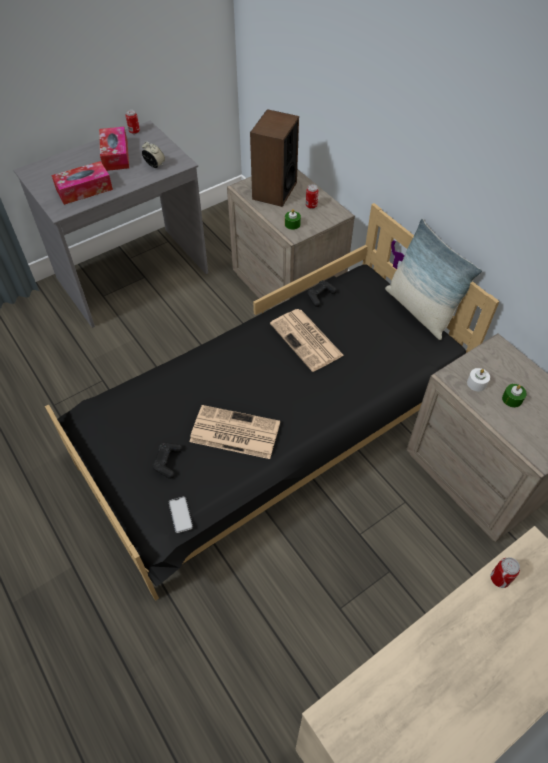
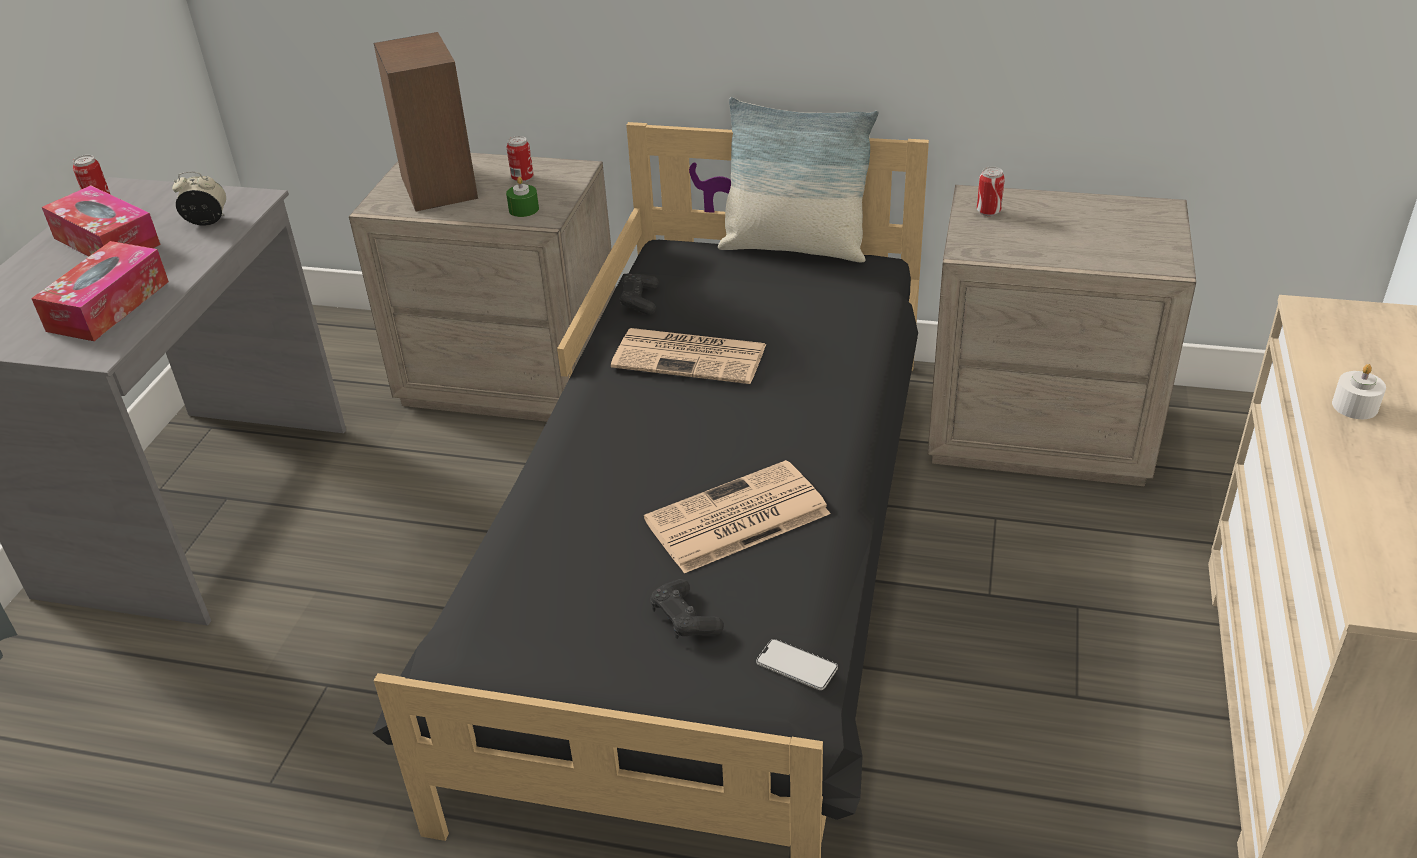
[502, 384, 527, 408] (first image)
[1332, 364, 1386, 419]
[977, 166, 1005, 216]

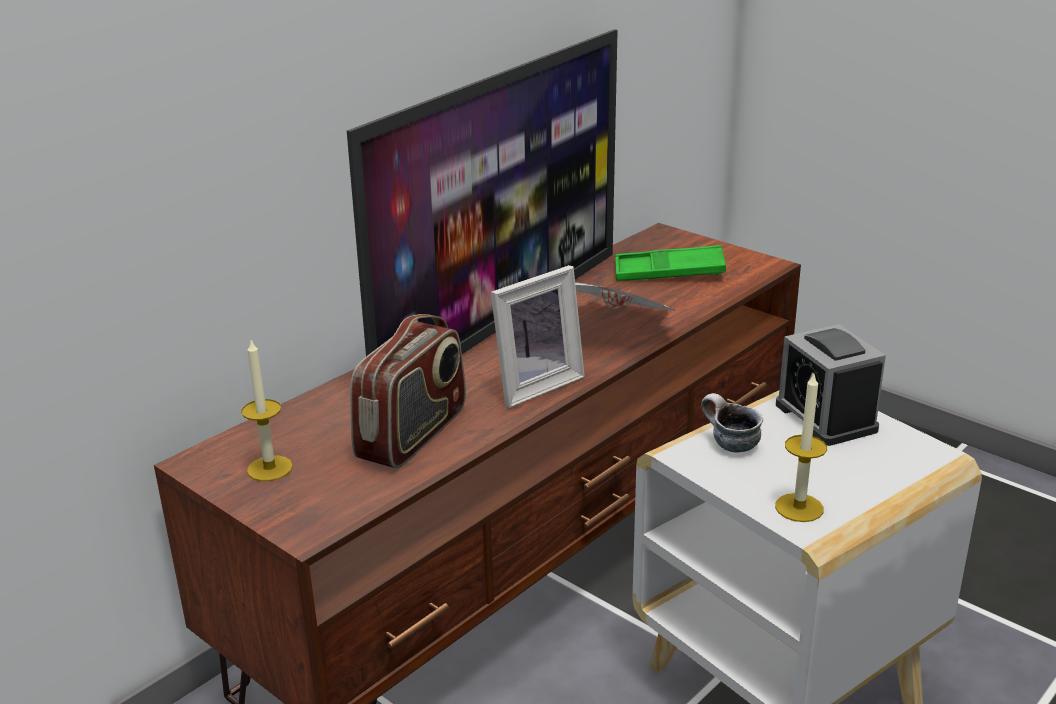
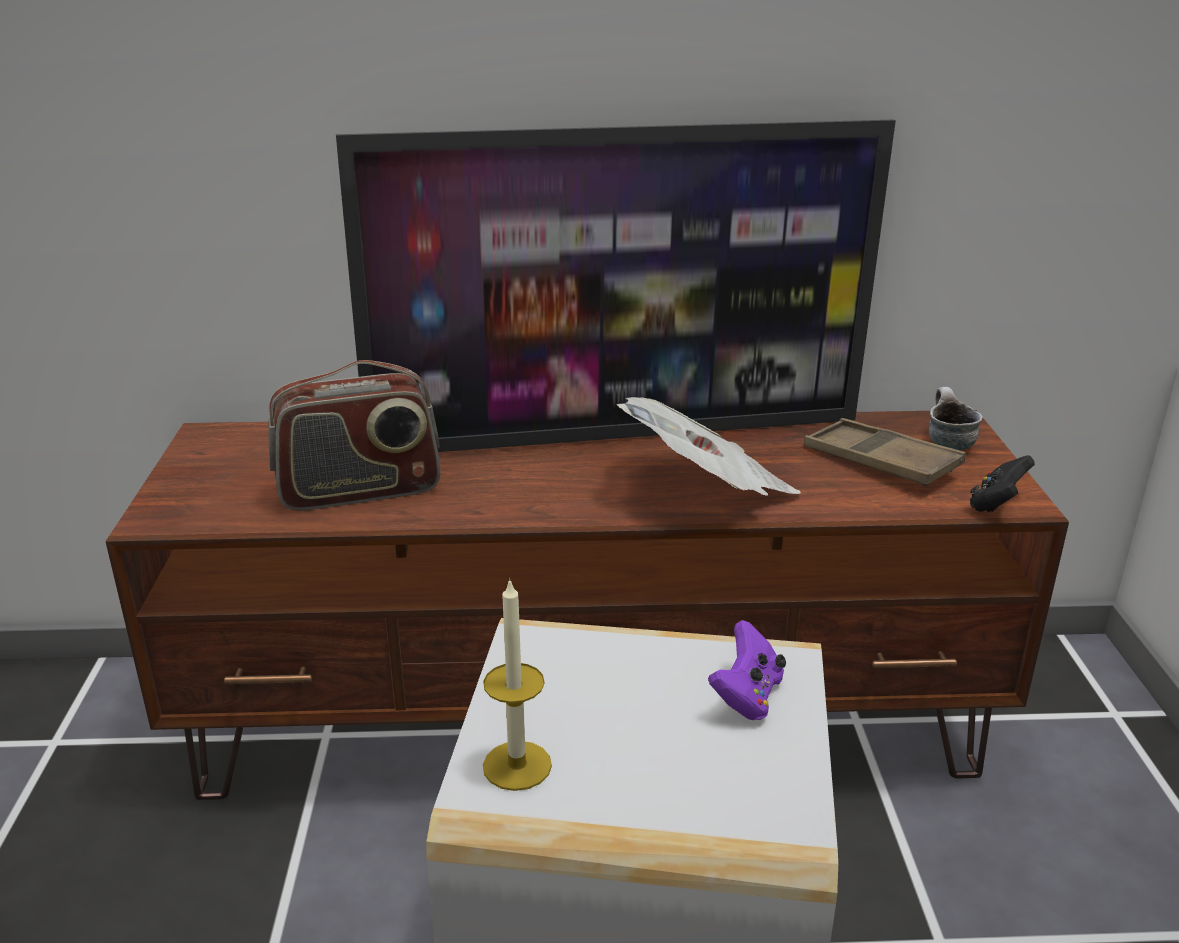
[241, 340, 293, 481] (first image)
[491, 265, 585, 408] (first image)
[970, 455, 1035, 513]
[929, 387, 983, 450]
[708, 620, 786, 720]
[804, 418, 966, 486]

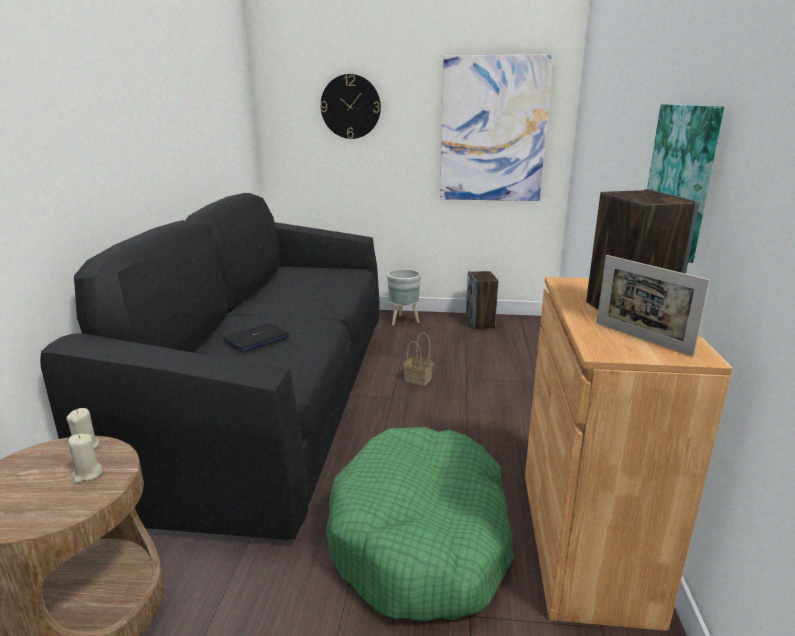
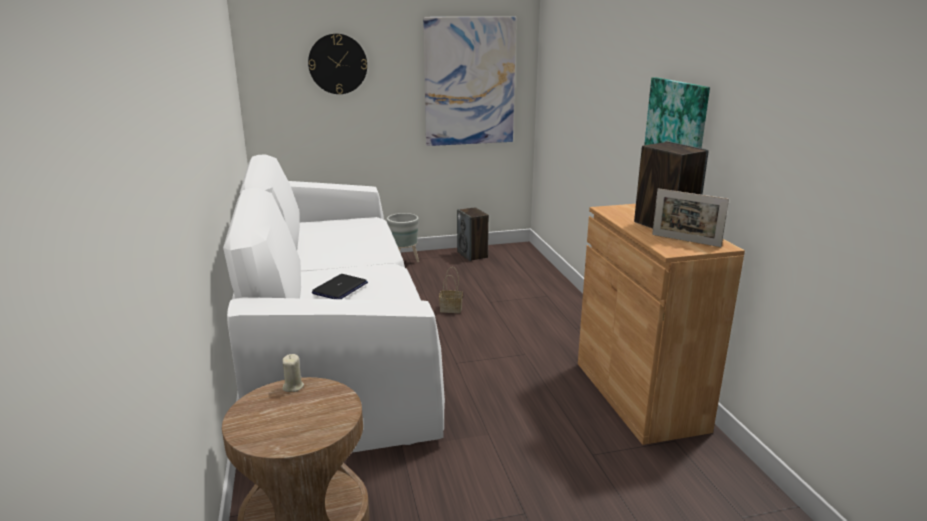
[68, 434, 103, 483] (first image)
[326, 427, 514, 622] (first image)
[223, 155, 445, 453]

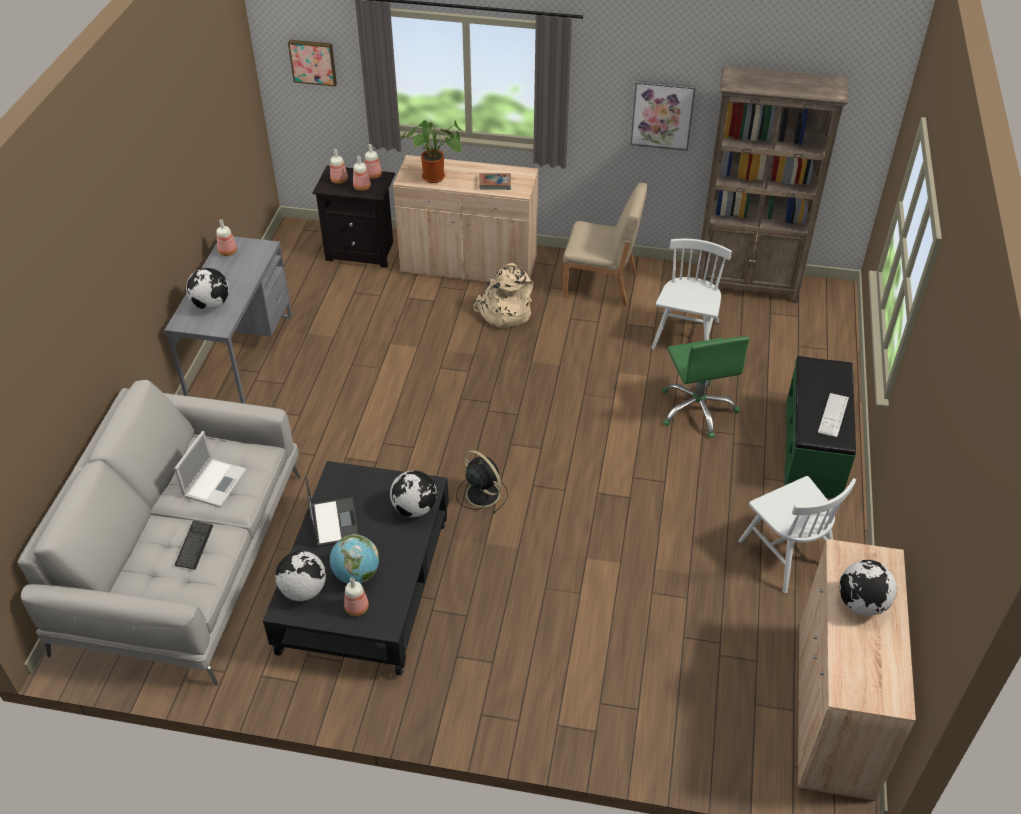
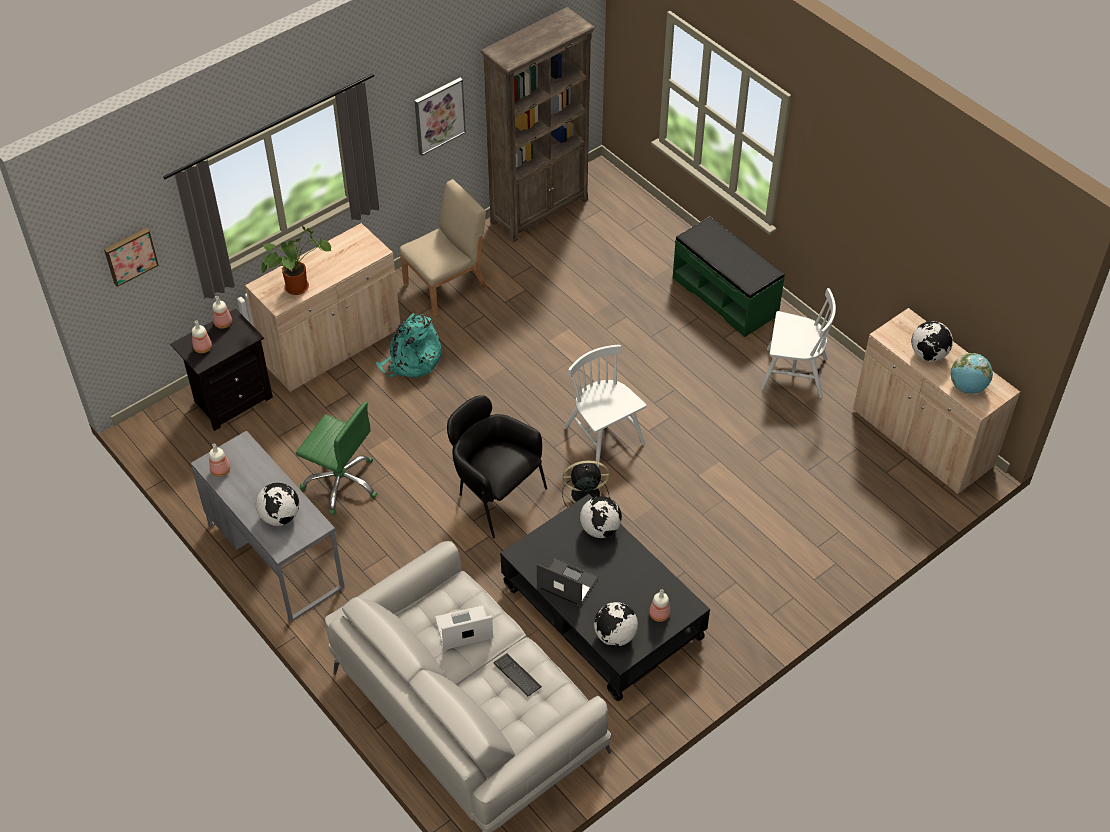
[353, 156, 371, 191] (first image)
[479, 173, 511, 190] (first image)
[818, 393, 849, 437] (first image)
[447, 395, 548, 538]
[951, 353, 993, 394]
[563, 345, 646, 468]
[296, 402, 377, 515]
[375, 313, 441, 378]
[435, 605, 493, 650]

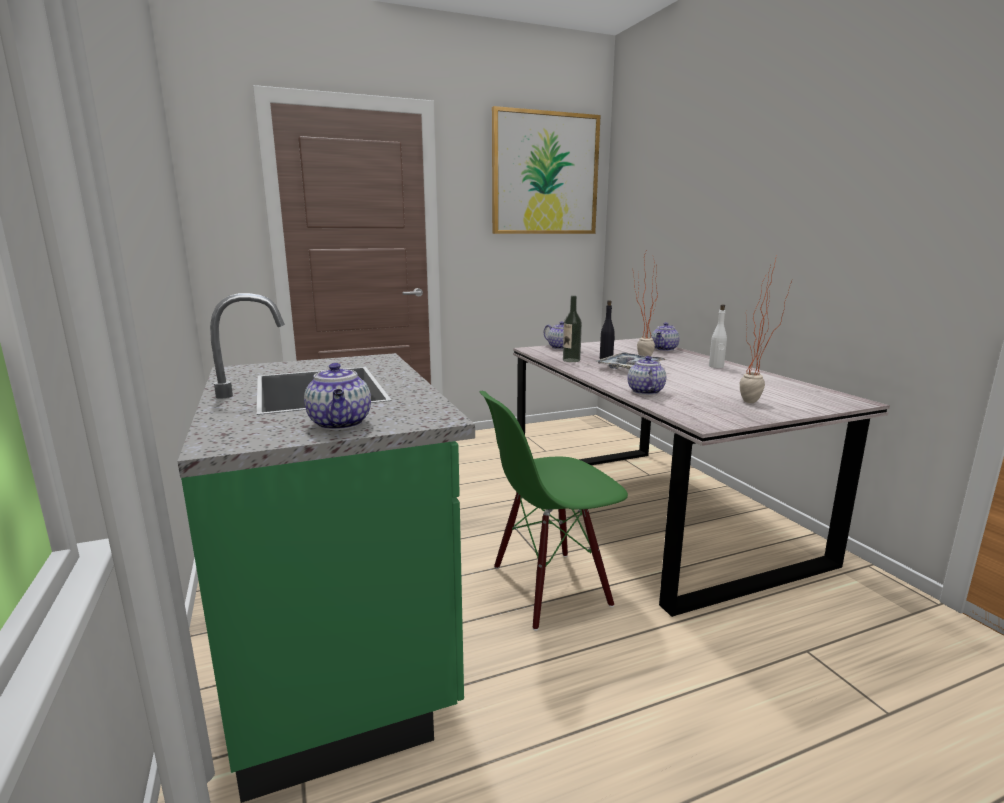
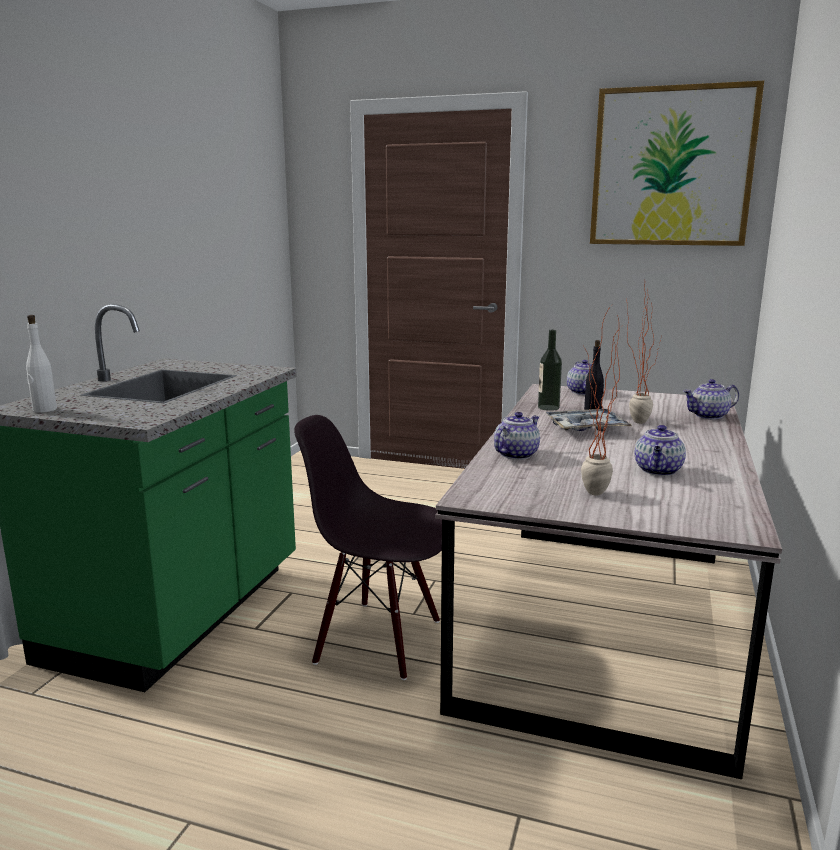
[634, 425, 686, 476]
[26, 315, 57, 413]
[294, 415, 442, 680]

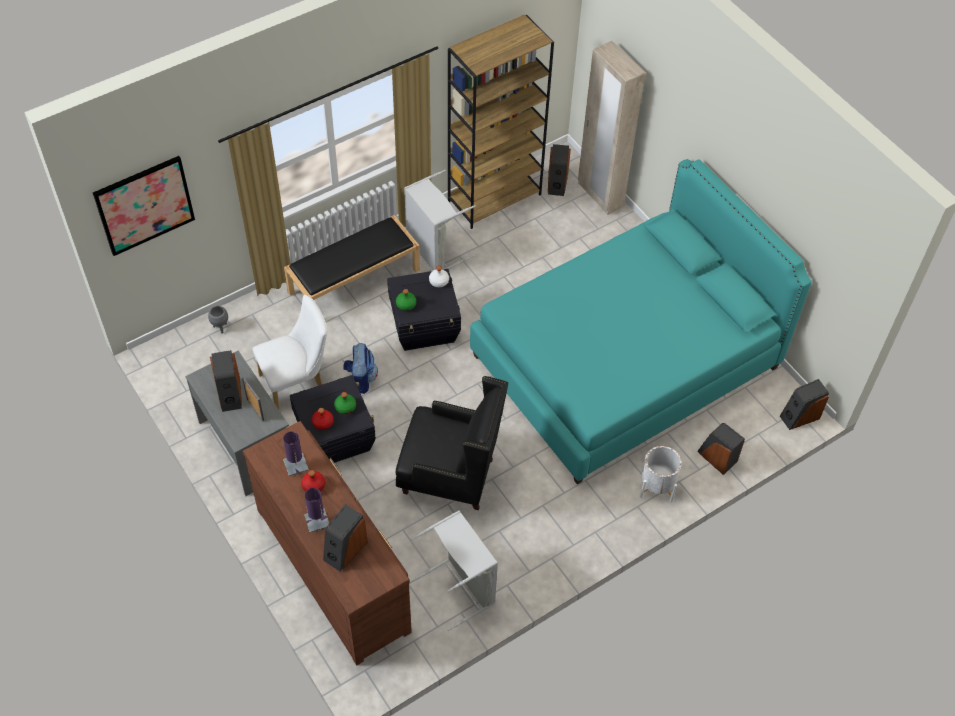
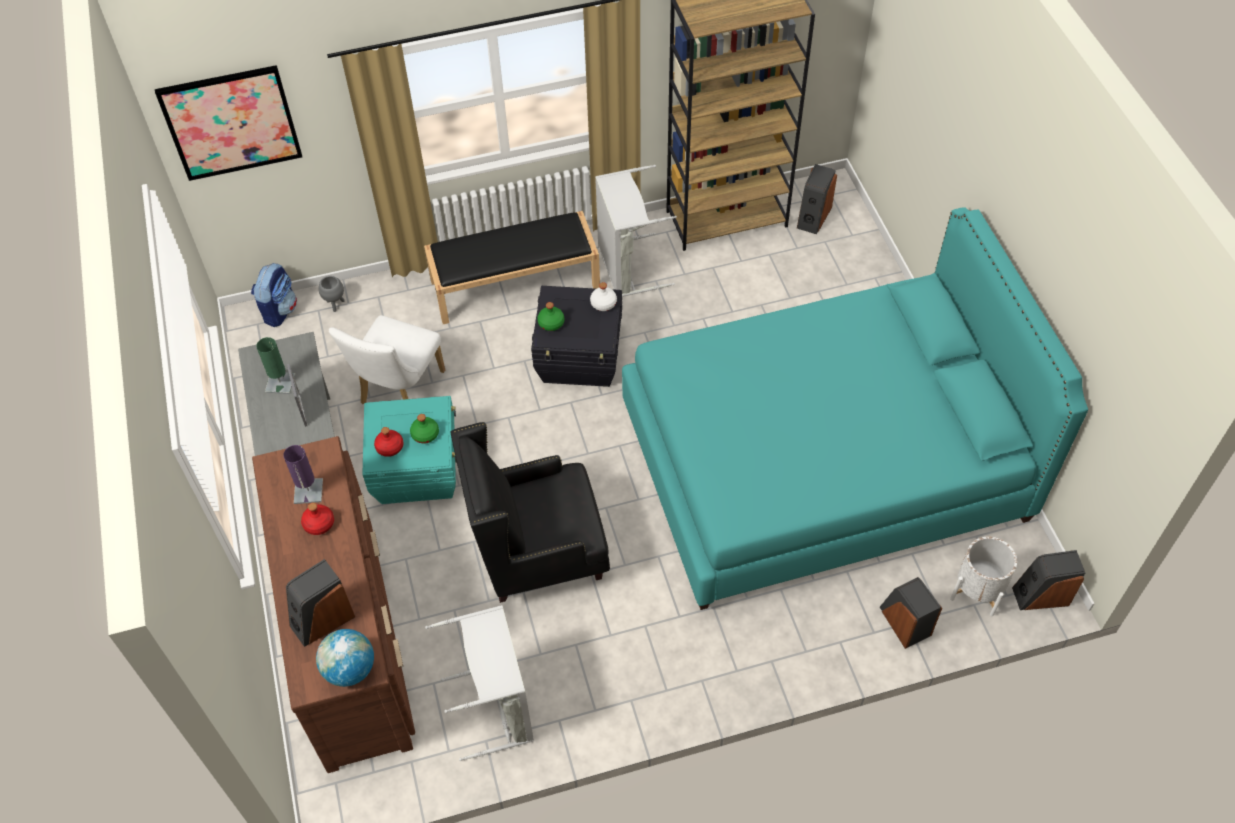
[304, 488, 329, 533] (first image)
[578, 41, 645, 215] (first image)
[316, 629, 374, 687]
[251, 263, 297, 327]
[950, 537, 1017, 616]
[256, 337, 295, 394]
[362, 396, 457, 504]
[329, 315, 445, 404]
[451, 422, 610, 603]

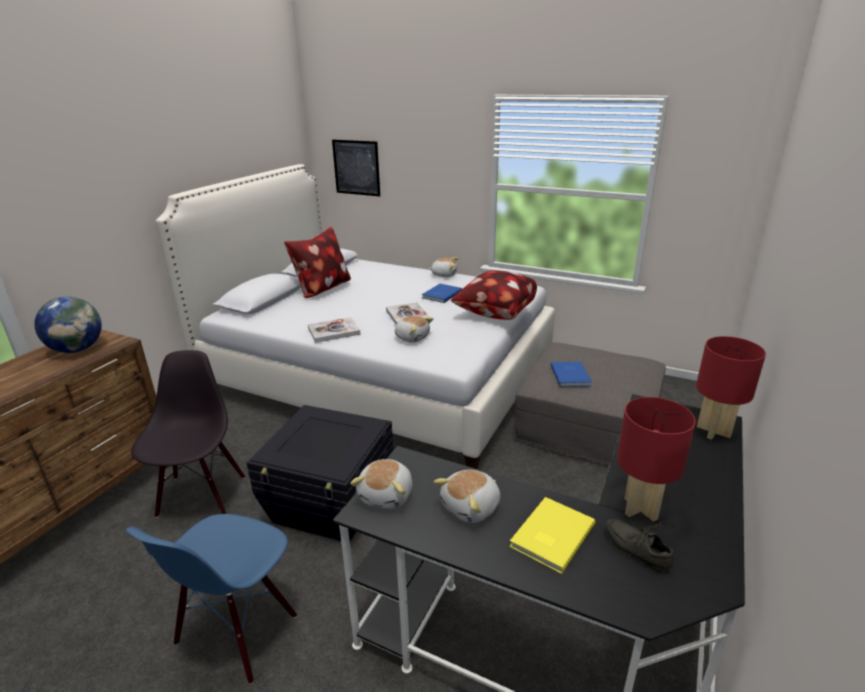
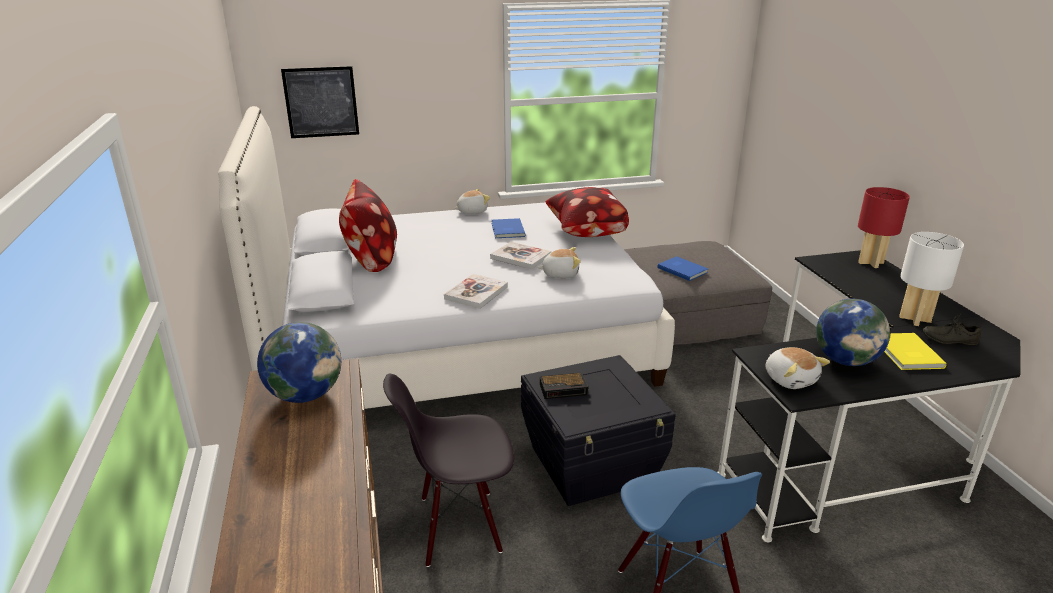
[540, 372, 589, 399]
[816, 299, 890, 366]
[899, 232, 964, 326]
[383, 373, 514, 567]

